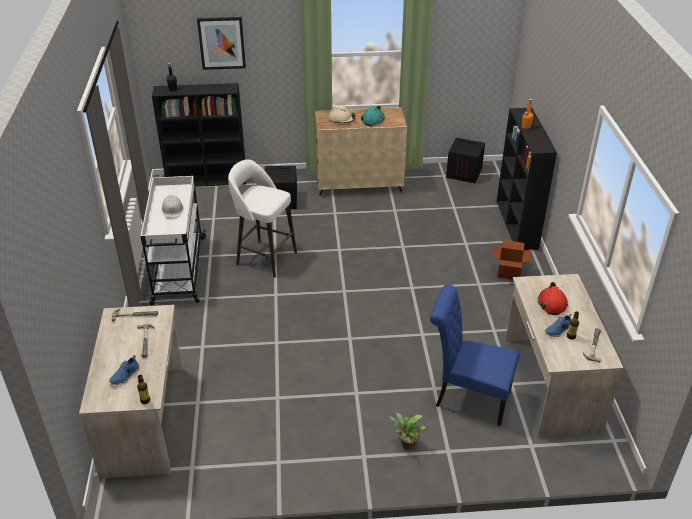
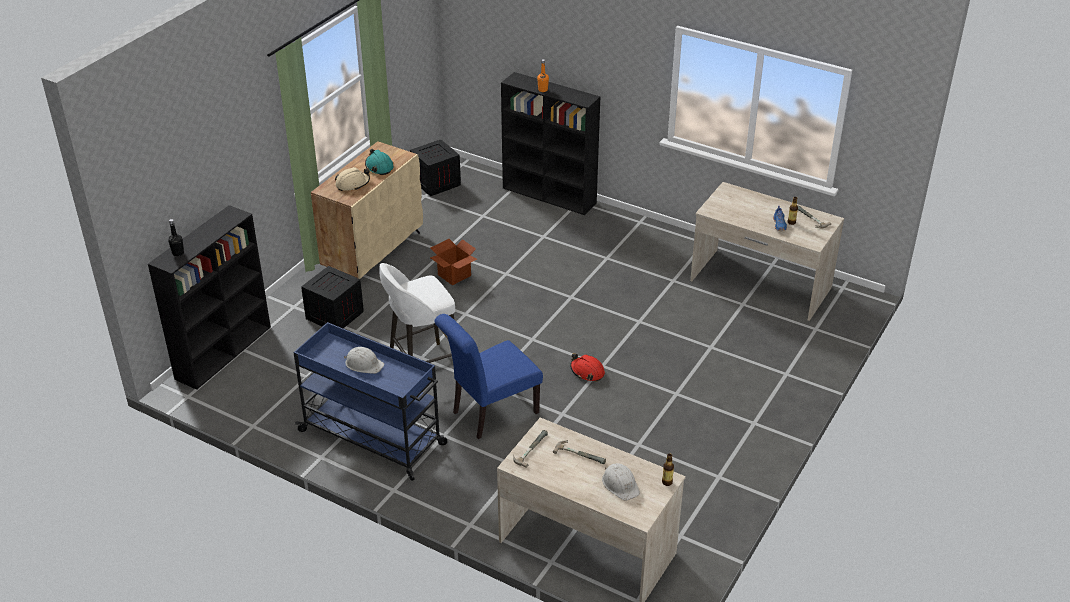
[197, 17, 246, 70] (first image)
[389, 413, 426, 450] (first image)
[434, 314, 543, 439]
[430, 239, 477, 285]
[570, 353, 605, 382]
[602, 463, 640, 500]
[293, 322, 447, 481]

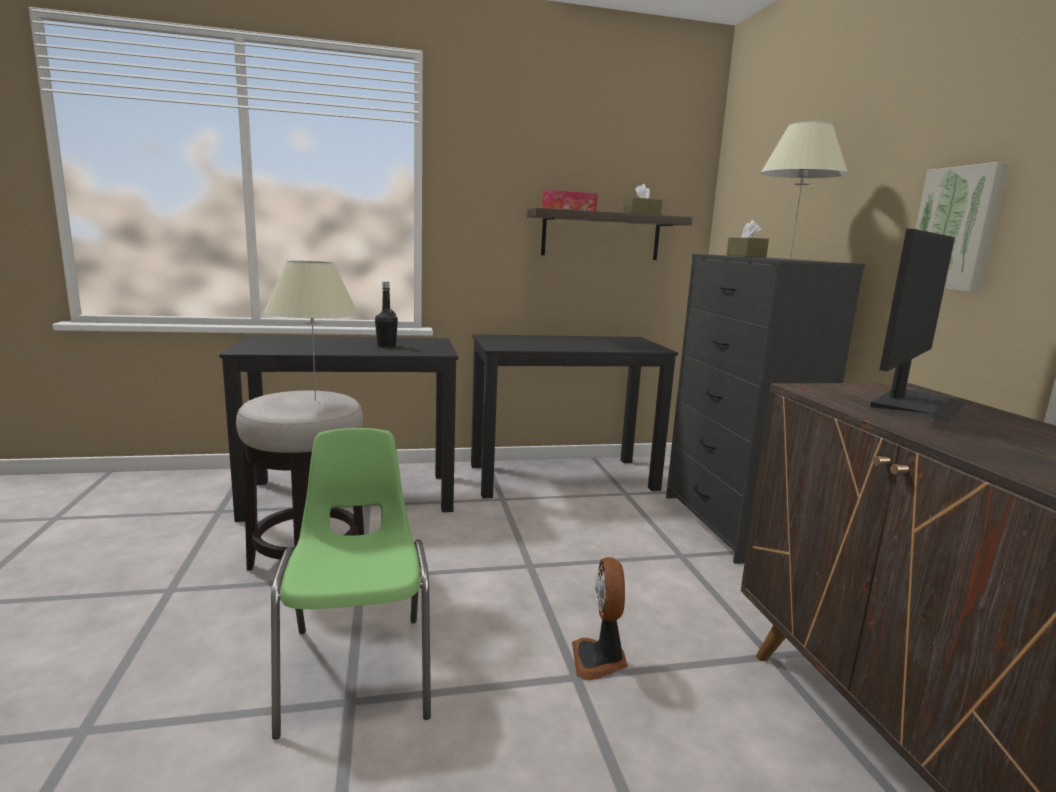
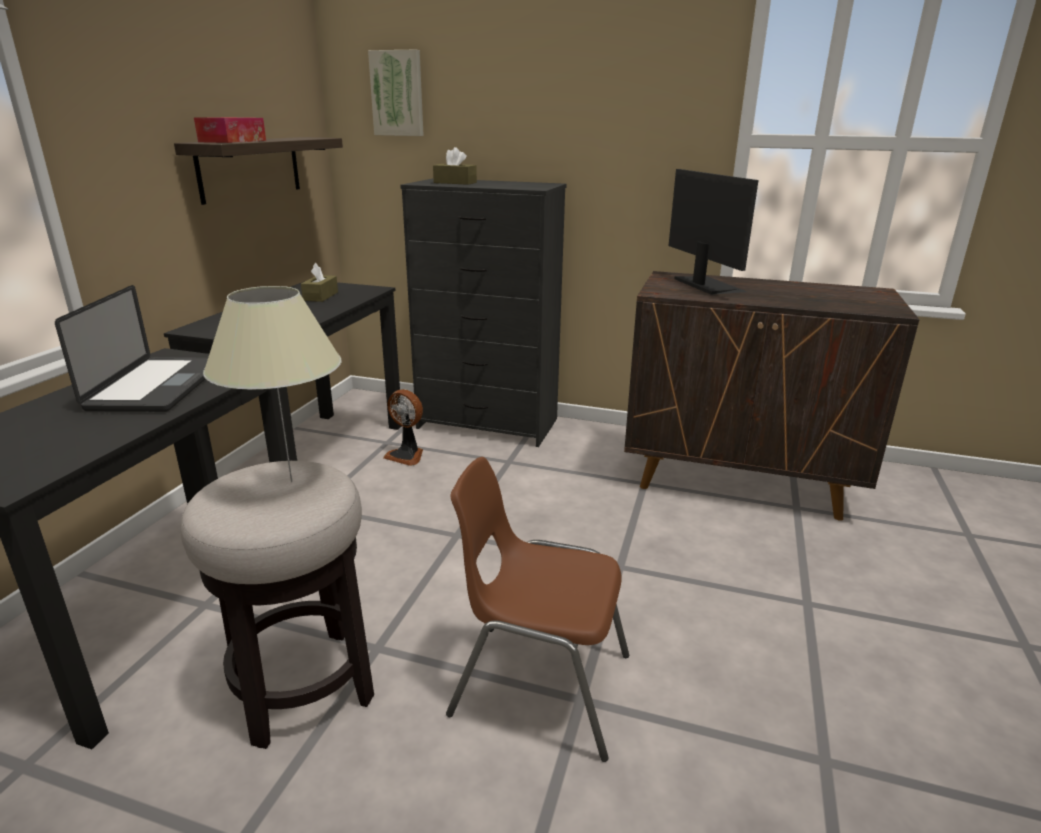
[760, 121, 848, 259] (first image)
[383, 389, 423, 466]
[301, 263, 338, 302]
[368, 50, 424, 136]
[55, 285, 208, 412]
[446, 457, 629, 762]

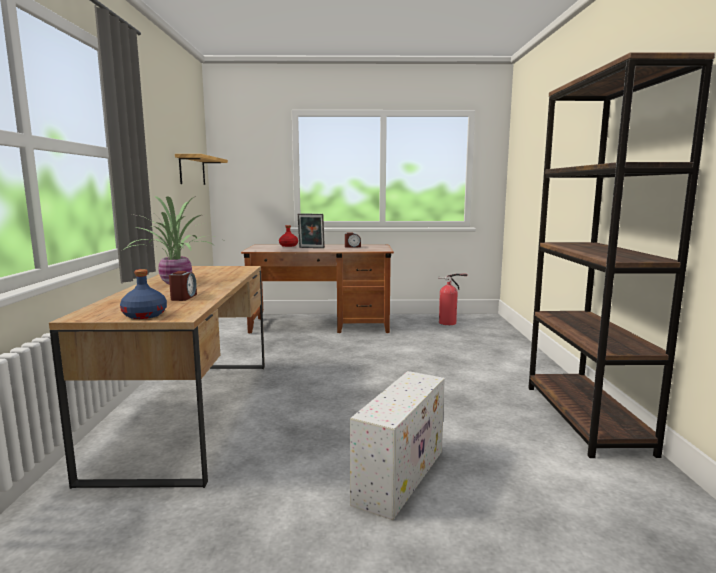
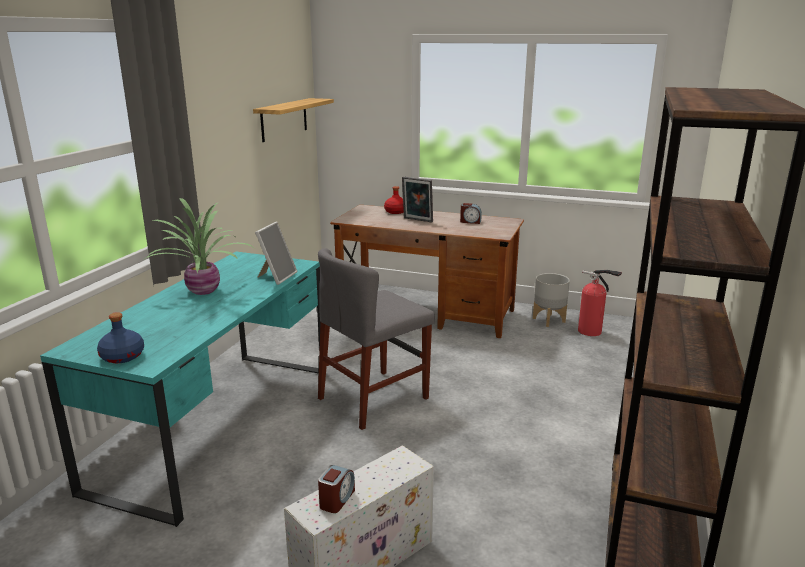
[255, 222, 297, 285]
[318, 248, 435, 430]
[533, 273, 570, 327]
[318, 465, 355, 513]
[40, 252, 321, 527]

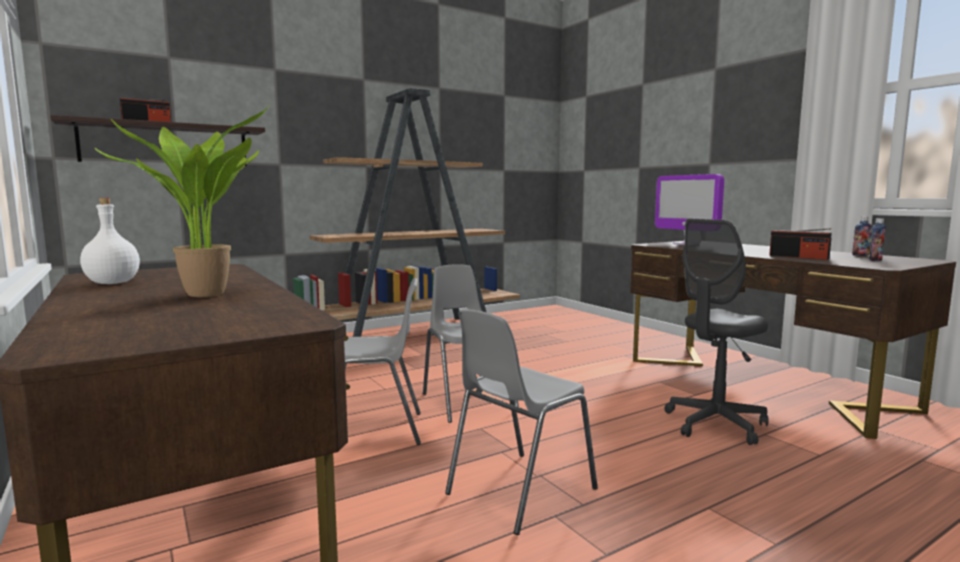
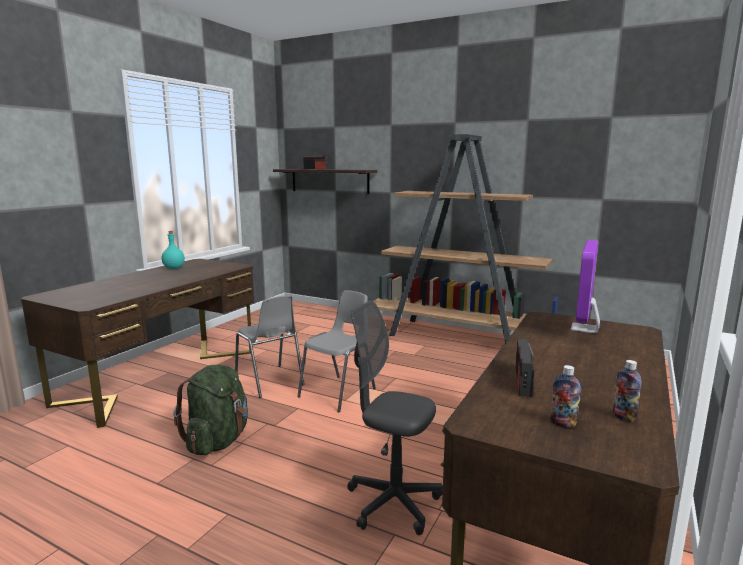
[95, 103, 271, 297] (first image)
[173, 365, 248, 455]
[162, 231, 185, 269]

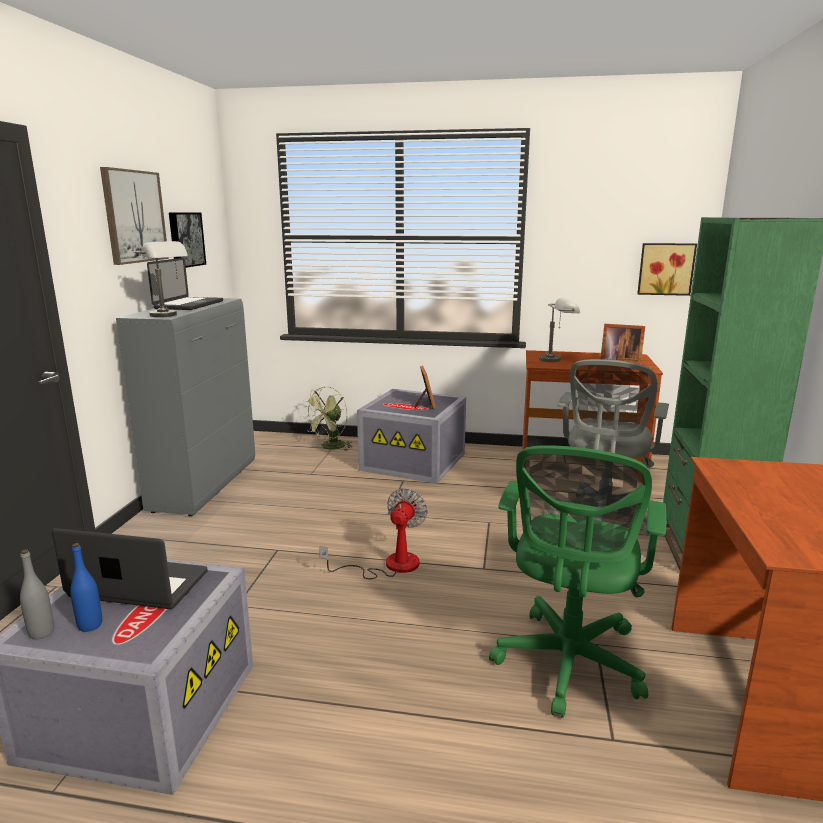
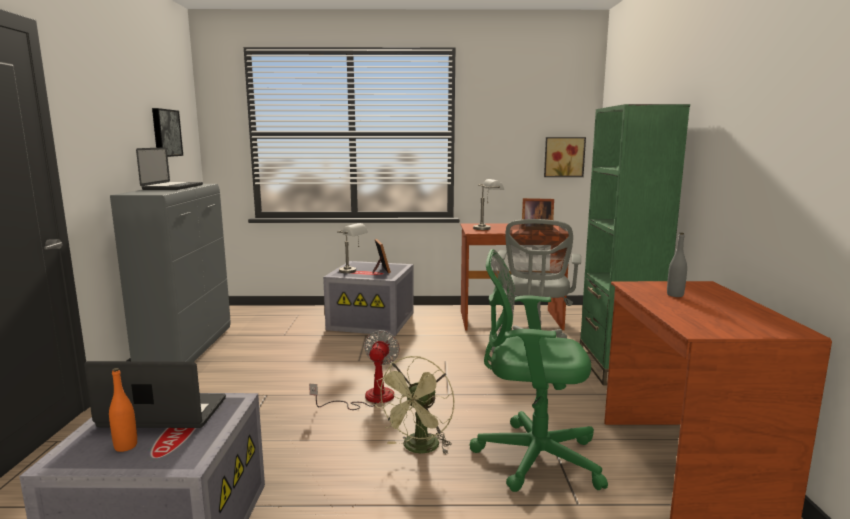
[100, 167, 169, 265] (first image)
[667, 233, 687, 297]
[337, 223, 368, 273]
[374, 356, 454, 454]
[109, 368, 137, 452]
[469, 249, 608, 492]

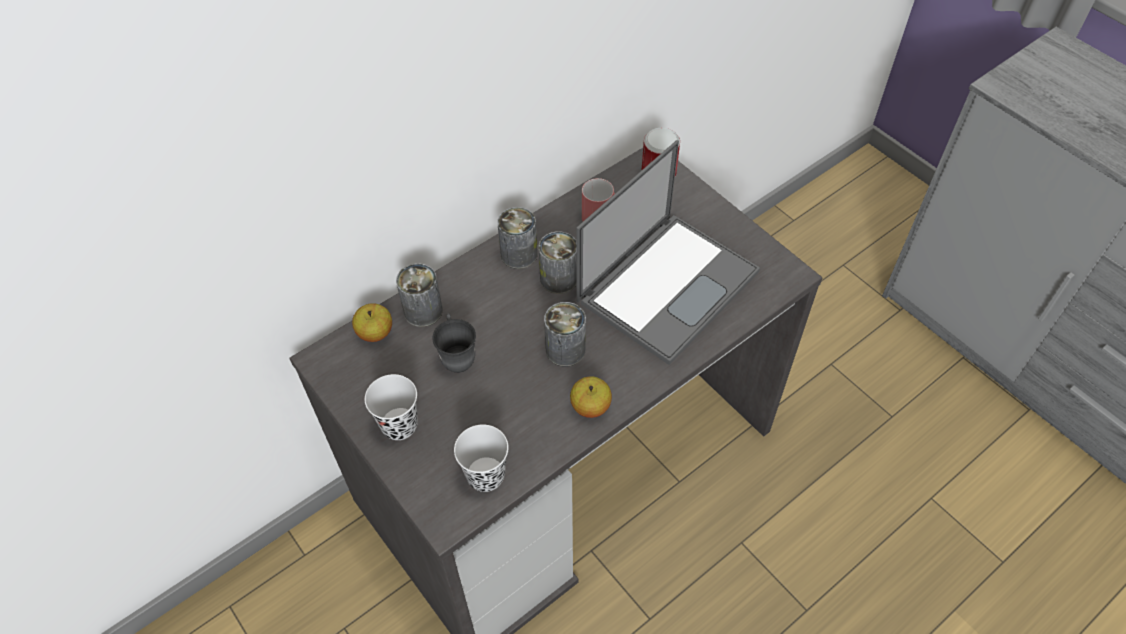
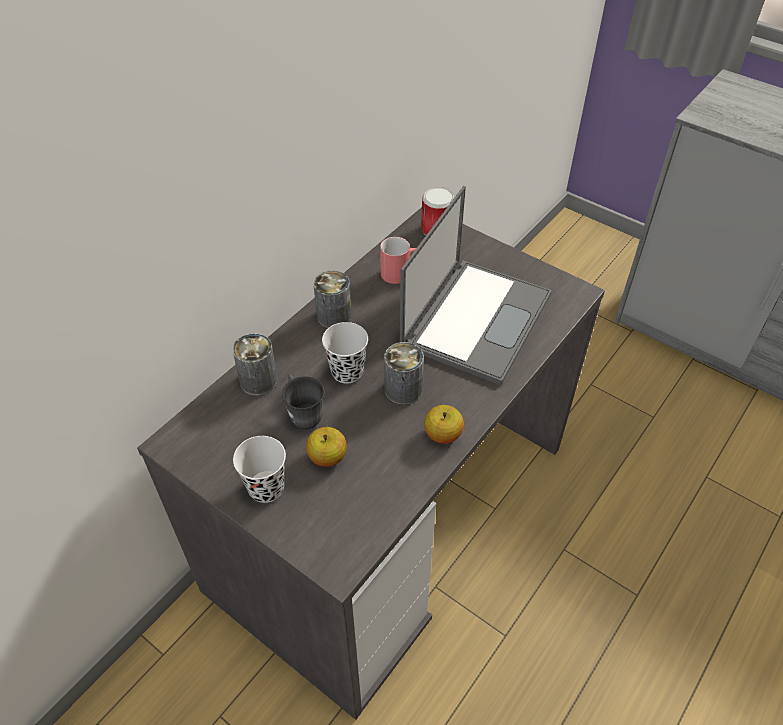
[539, 231, 576, 294] (first image)
[306, 427, 347, 467]
[322, 322, 368, 384]

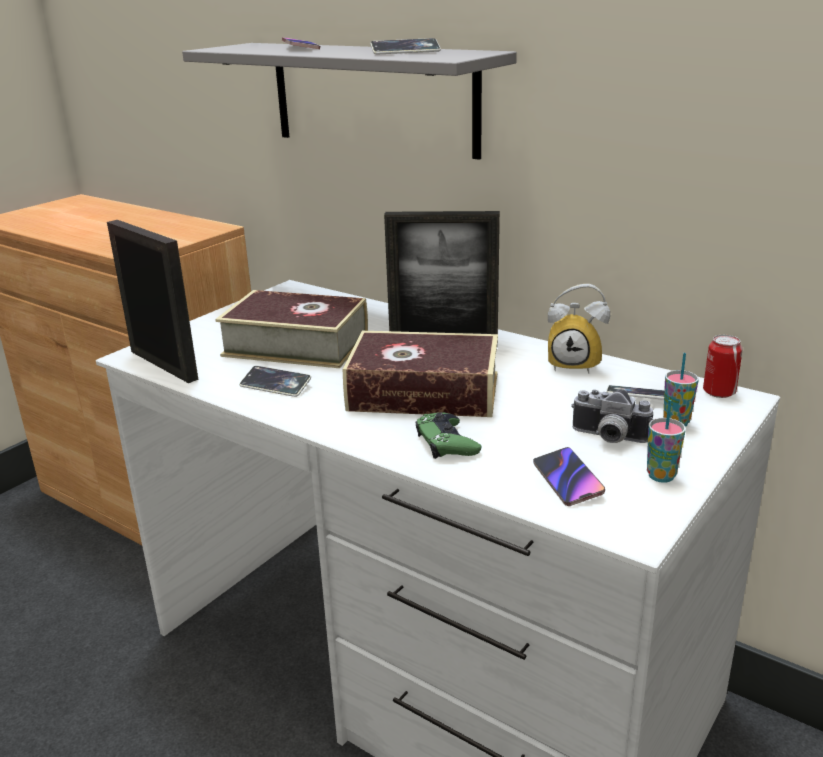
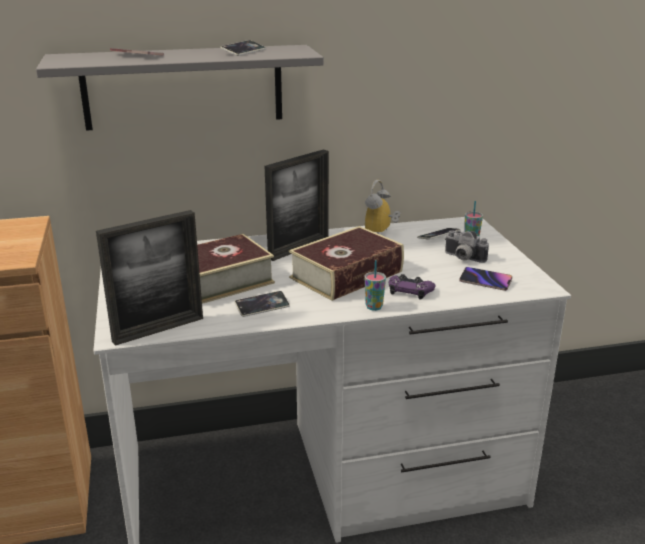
[703, 335, 743, 398] (first image)
[365, 260, 386, 311]
[389, 274, 435, 300]
[96, 210, 203, 346]
[365, 180, 401, 234]
[445, 230, 489, 263]

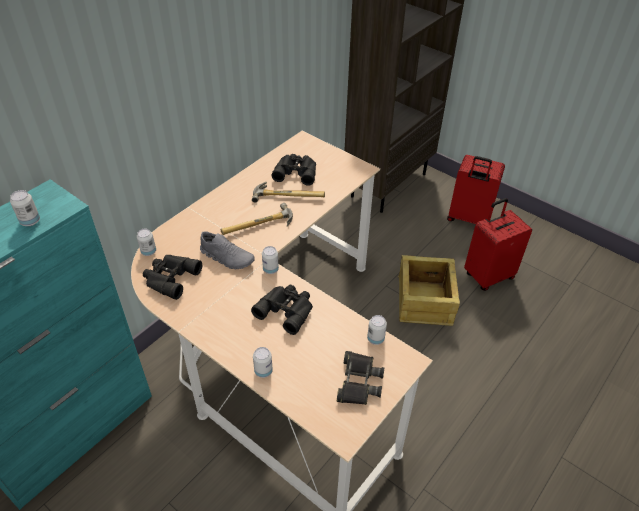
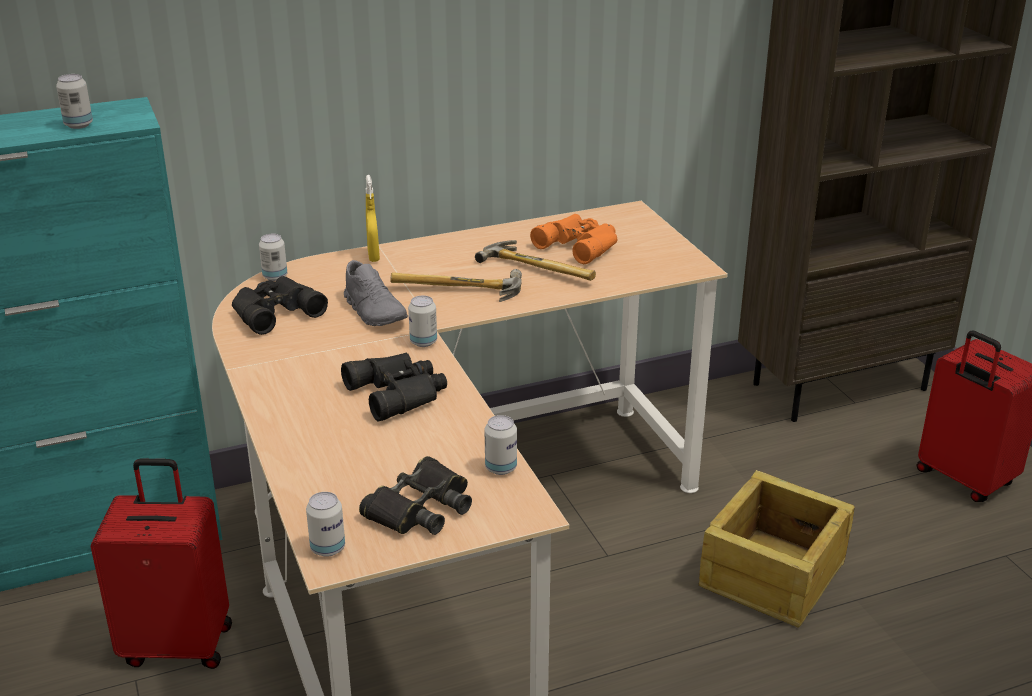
[366, 175, 380, 262]
[306, 492, 345, 557]
[91, 459, 232, 669]
[530, 214, 617, 264]

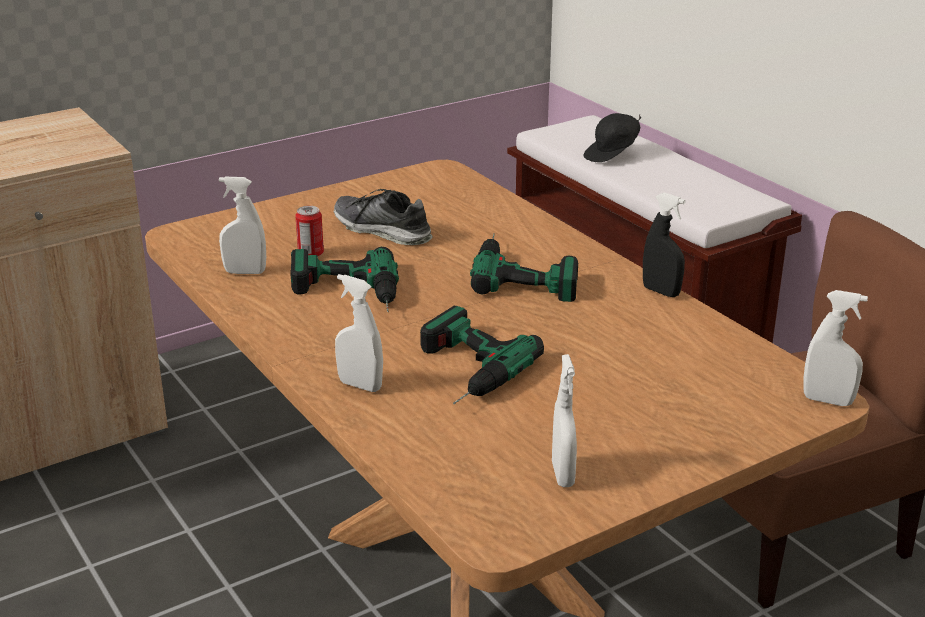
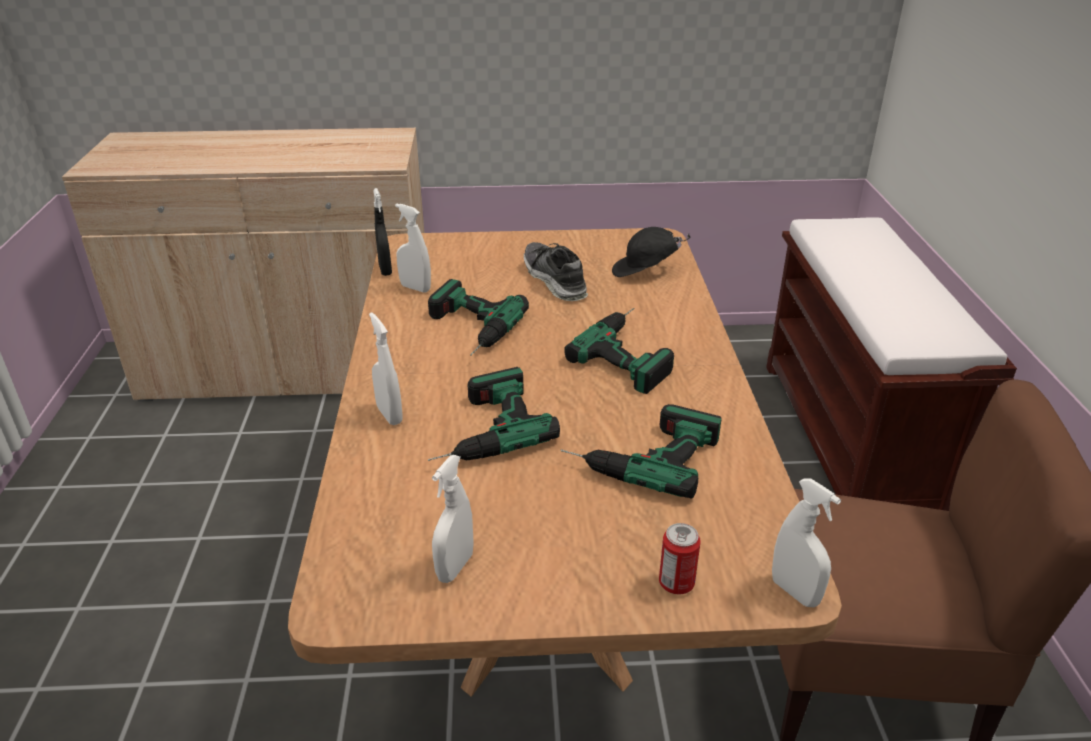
[561, 404, 722, 499]
[659, 523, 701, 594]
[612, 227, 691, 277]
[373, 188, 392, 276]

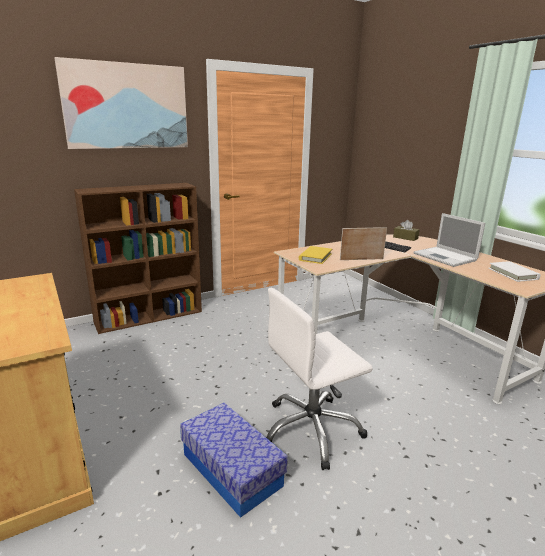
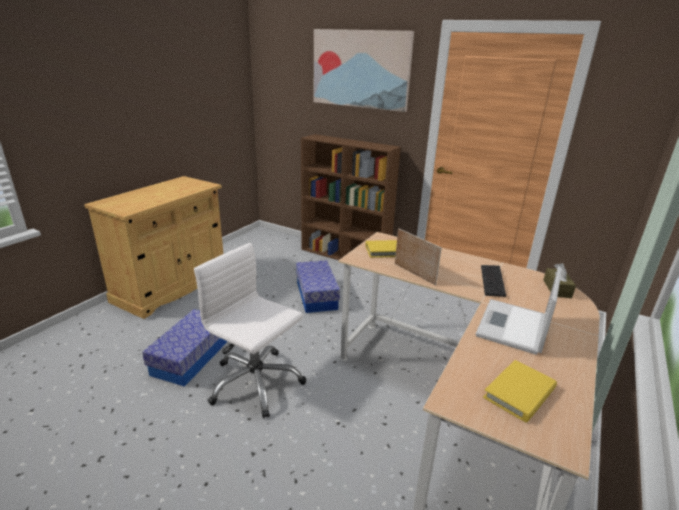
[296, 260, 340, 313]
[483, 360, 557, 423]

